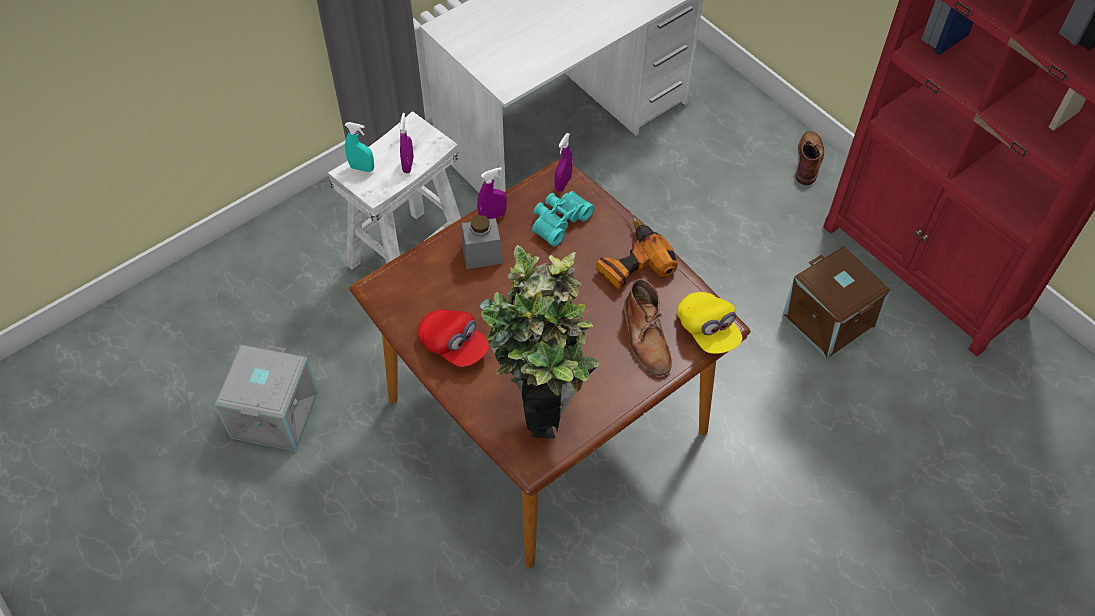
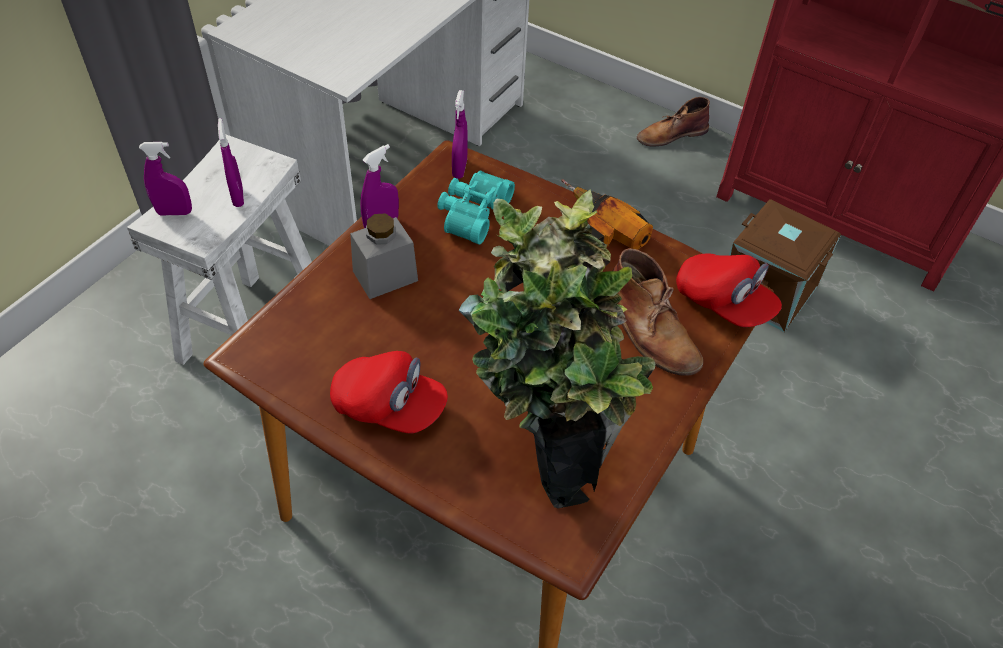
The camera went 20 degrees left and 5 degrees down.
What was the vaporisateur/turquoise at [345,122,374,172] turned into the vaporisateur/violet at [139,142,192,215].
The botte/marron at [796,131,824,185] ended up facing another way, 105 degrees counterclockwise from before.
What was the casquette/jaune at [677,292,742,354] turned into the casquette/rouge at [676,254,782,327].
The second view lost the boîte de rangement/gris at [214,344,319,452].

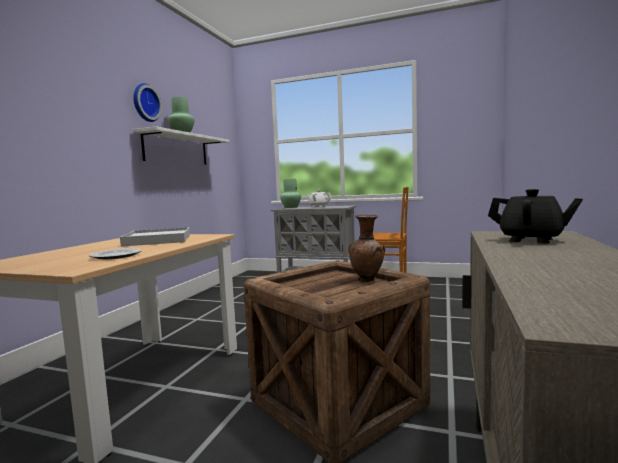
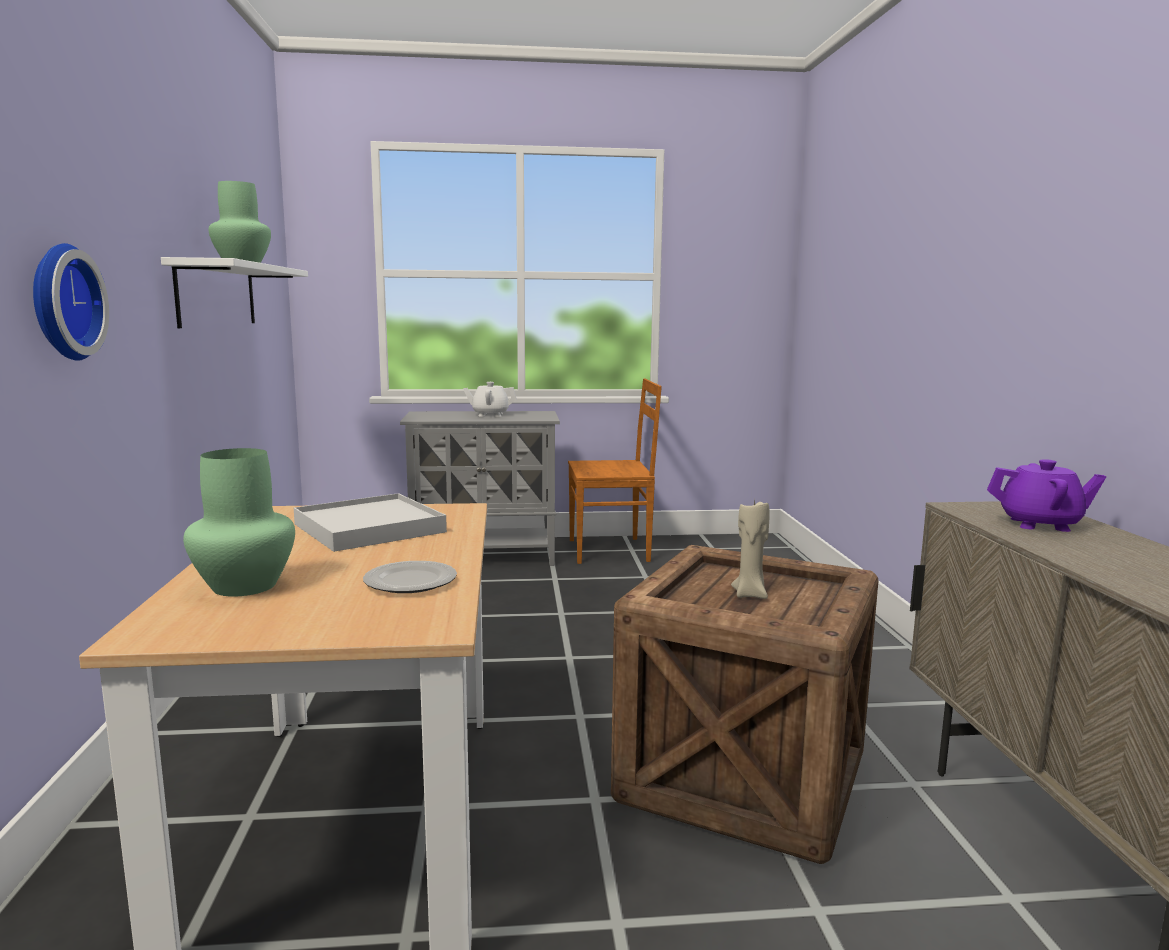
The camera went 25 degrees left and 5 degrees up.
The horloge murale ended up elsewhere, having gone from [133,83,162,122] to [33,243,109,361].
The vase/vert ended up elsewhere, having gone from [280,179,301,208] to [183,448,295,597].
What was the théière/noir at [488,189,583,244] turned into the théière/violet at [987,459,1106,532].
The second view lost the vase/marron at [348,214,385,282].
The second view gained the bougie/beige at [731,500,770,599].

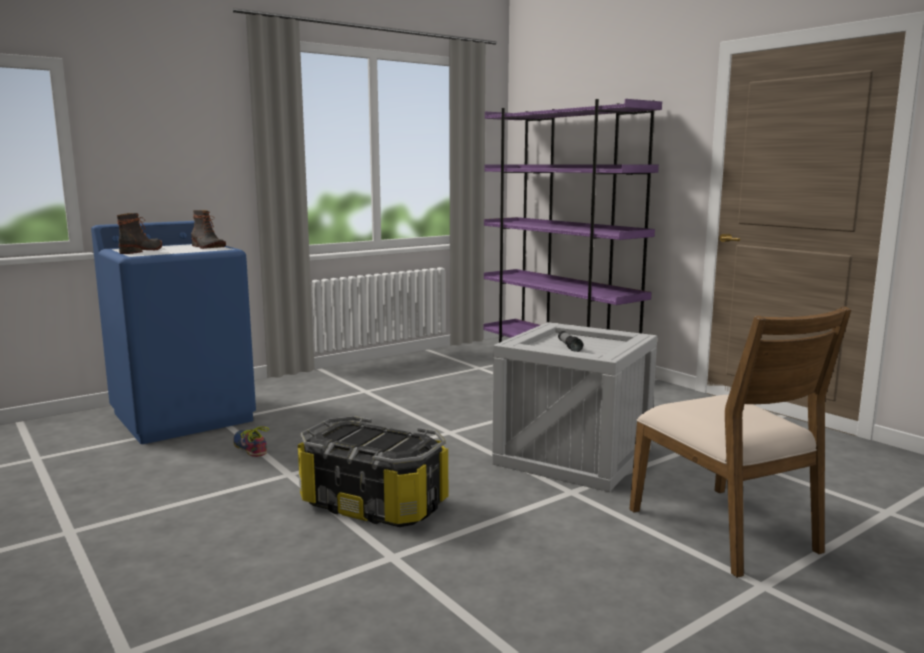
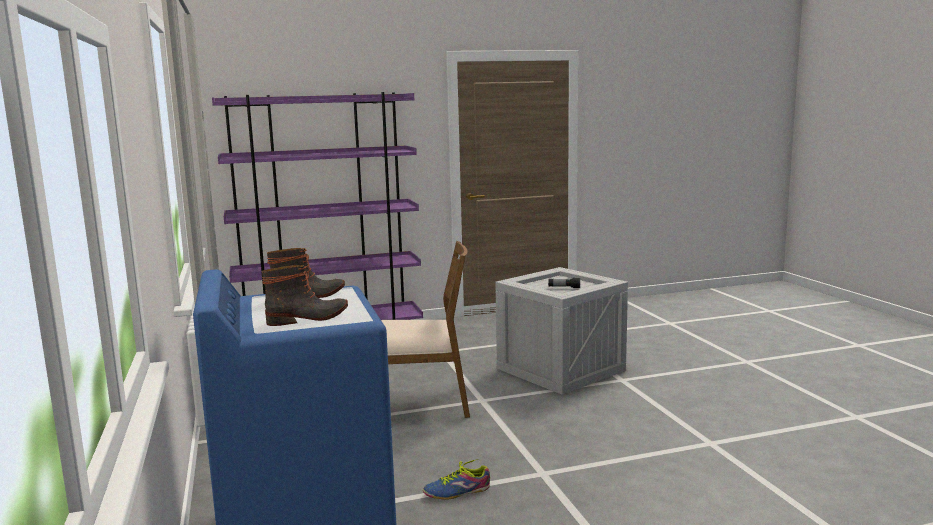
The camera went 70 degrees left and 0 degrees up.
The botte at [117,213,162,254] ended up facing another way, 120 degrees clockwise from before.
The chaise/marron ended up elsewhere, having gone from [629,306,851,578] to [381,241,470,418].
The second view lost the boîte de rangement at [298,416,448,527].

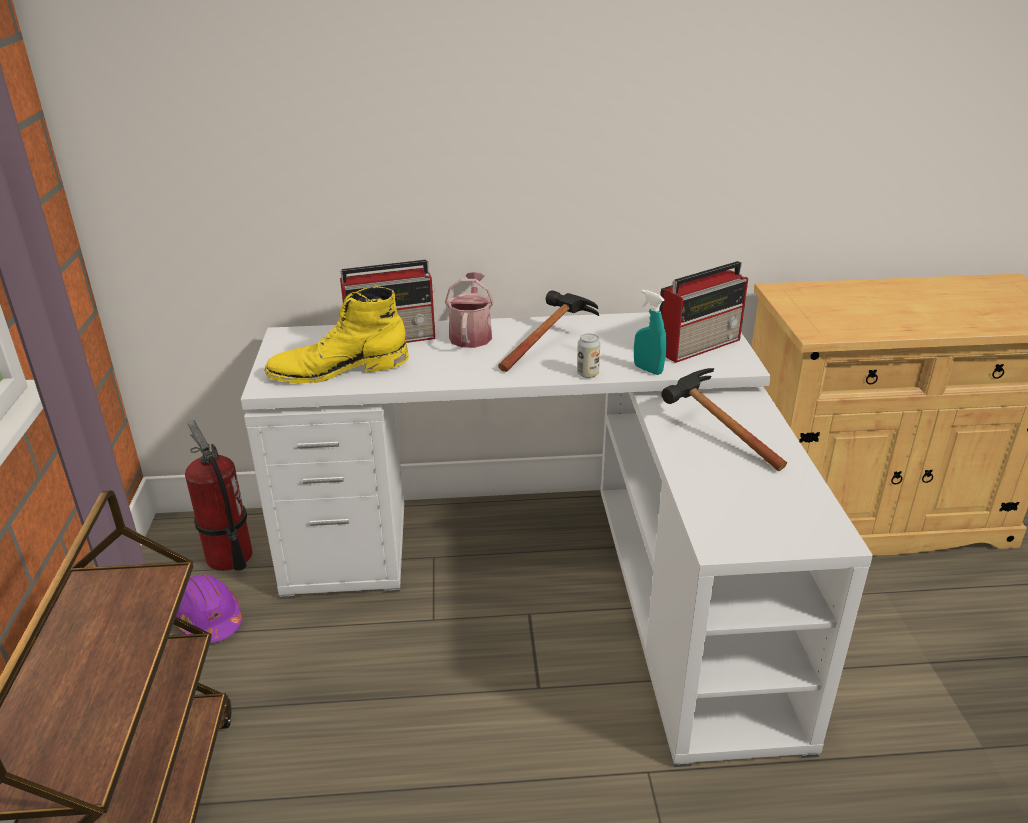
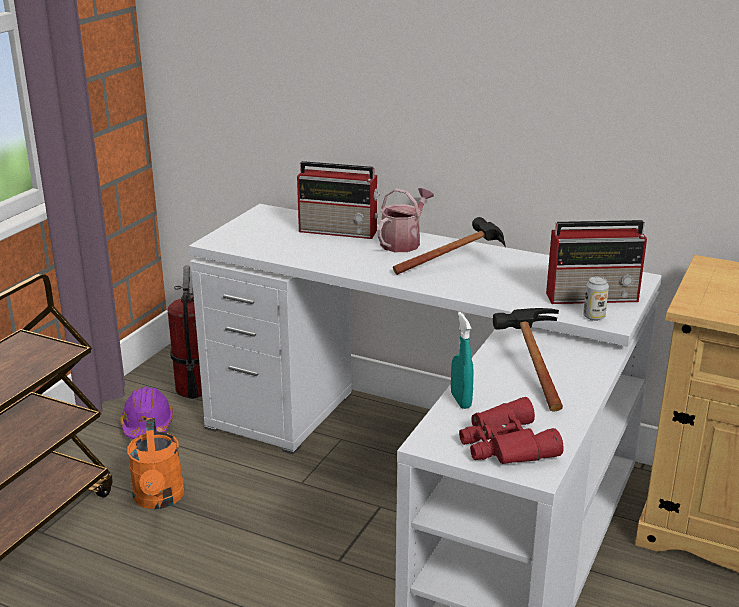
The camera went 30 degrees right and 5 degrees down.
The second view lost the botte/jaune at [265,286,409,384].
The vaporisateur/turquoise ended up elsewhere, having gone from [634,290,667,375] to [451,312,474,409].
The boîte métallique ended up elsewhere, having gone from [577,333,600,378] to [583,277,609,321].
The second view gained the jumelles/rouge at [459,397,564,464].
The second view gained the arrosoir/orange at [127,418,185,509].

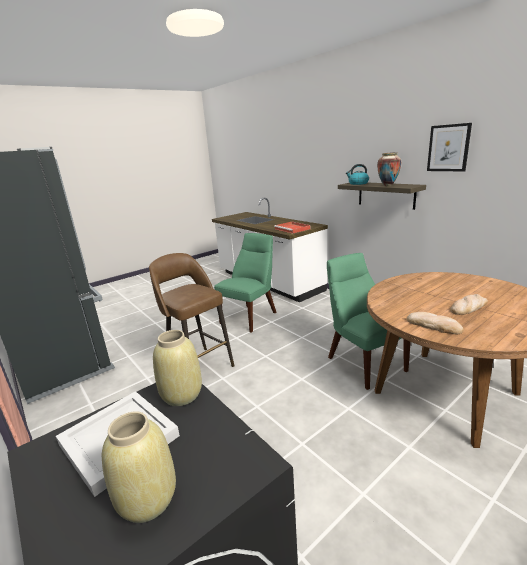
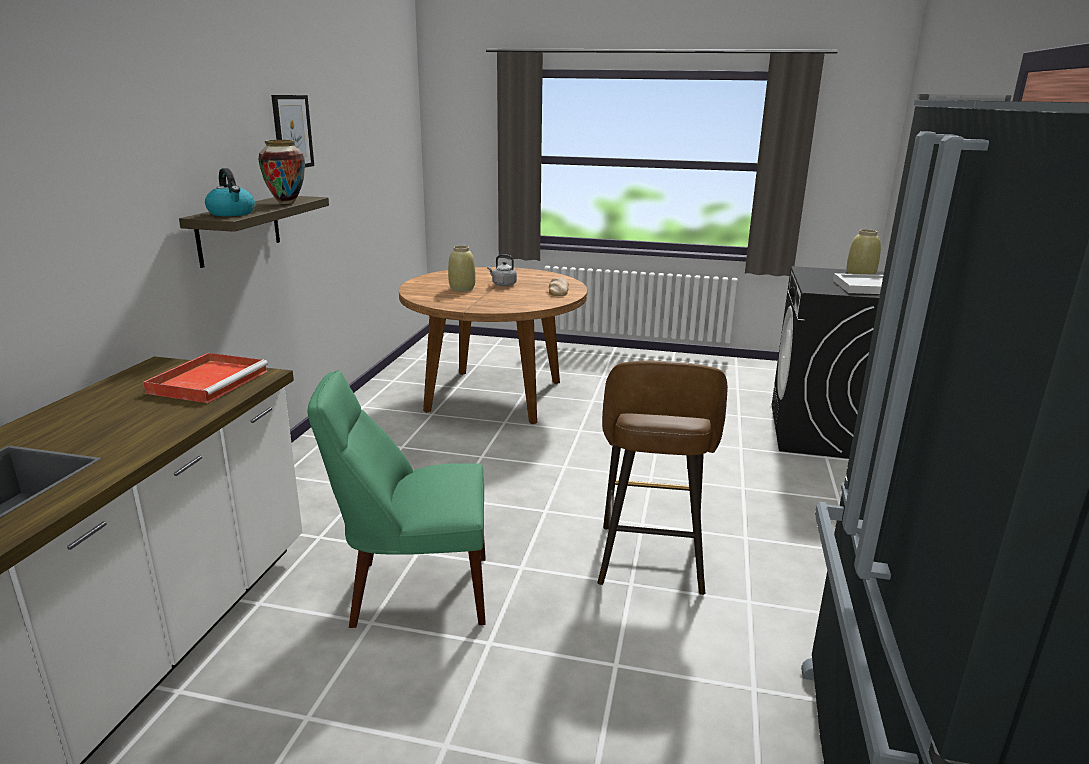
The camera went 130 degrees left and 0 degrees up.
The second view lost the chaise/vert at [327,253,411,390].
Where the pain stood at [450,294,488,315], the bouilloire/gris came to stand at [487,254,517,286].
The vase/beige ended up elsewhere, having gone from [153,330,202,406] to [448,246,476,291].

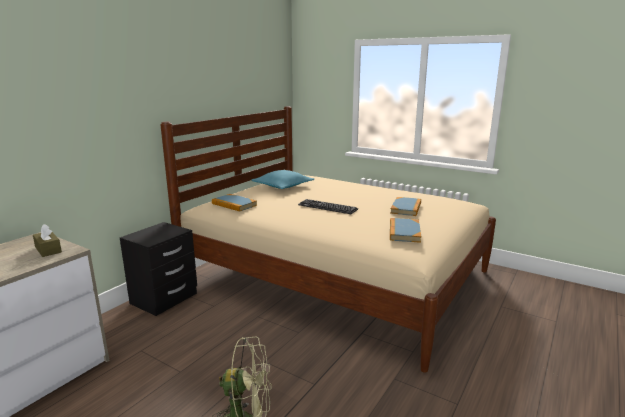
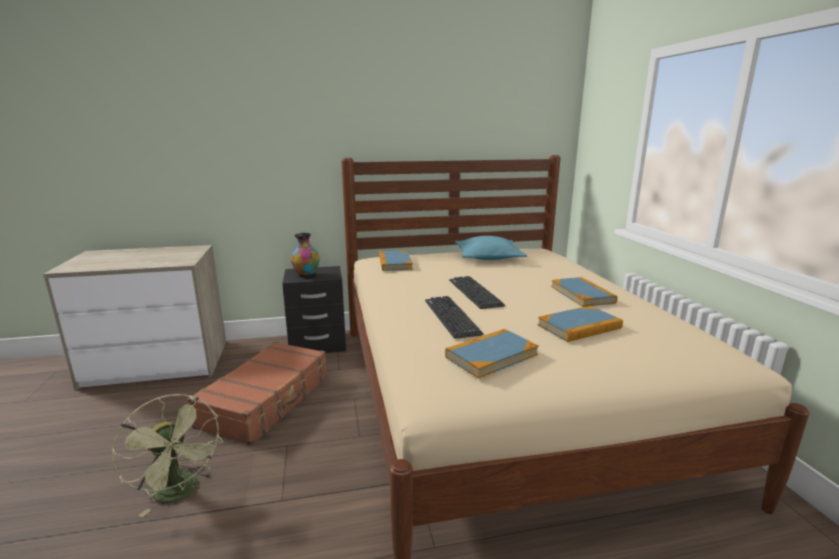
The camera went 45 degrees right and 0 degrees up.
The second view lost the boîte à mouchoirs/marron at [33,224,62,257].
The second view gained the vase at [291,233,320,277].
The second view gained the livre at [551,277,617,307].
The second view gained the clavier at [425,296,483,339].
The second view gained the valise/marron at [187,342,327,445].

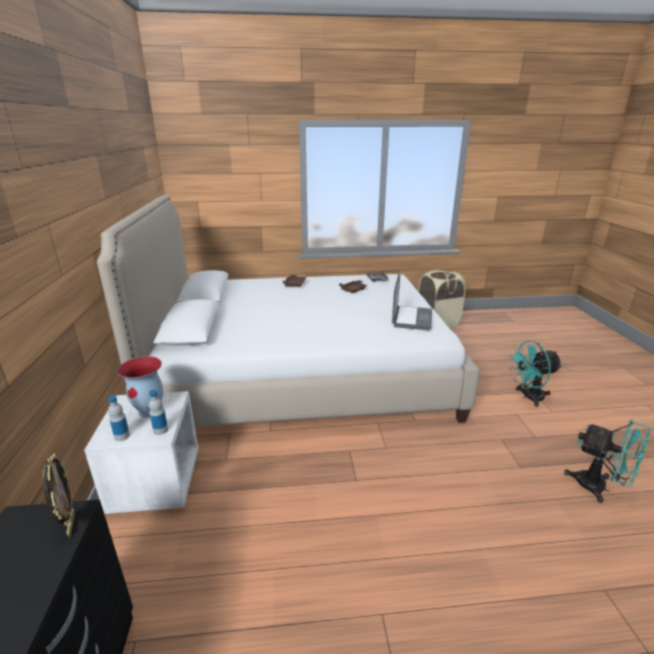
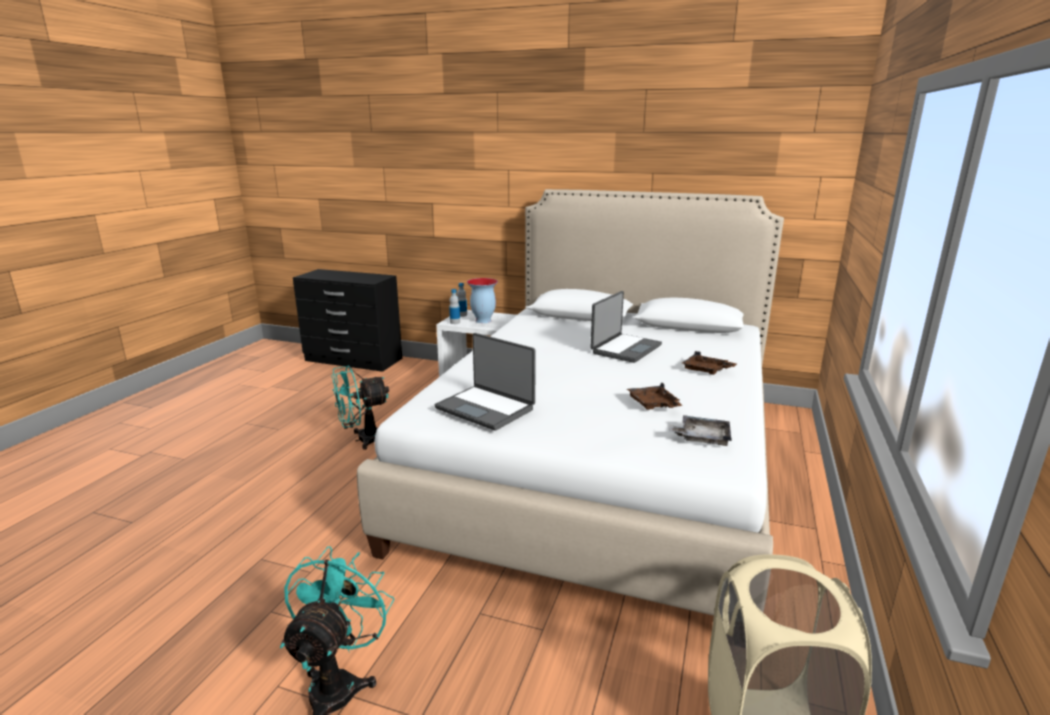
The camera went 115 degrees right and 5 degrees down.
The ventilateur/turquoise ended up elsewhere, having gone from [564,419,651,503] to [332,365,389,450].
The second view lost the cadre photo at [42,454,75,537].
The second view gained the ordinateur portable at [591,291,662,363].

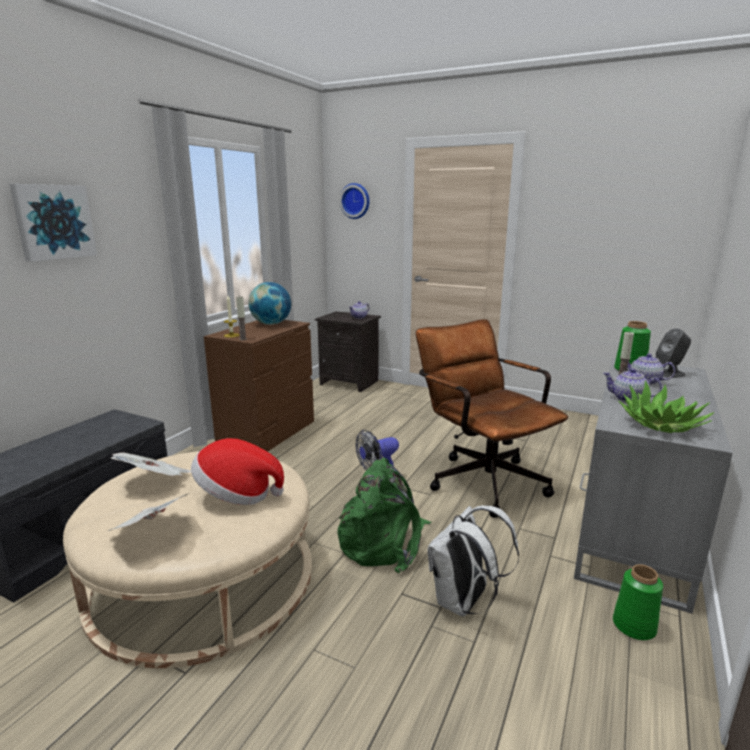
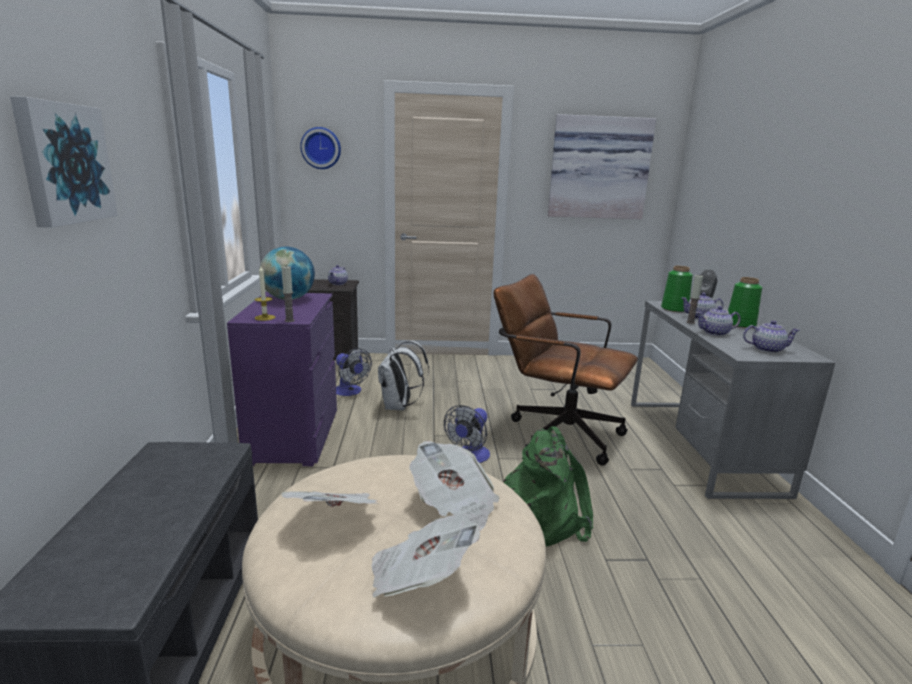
The camera went 30 degrees left and 0 degrees up.
What was the commode/marron at [204,320,314,452] turned into the commode/violet at [227,292,337,466].
Where the plante en pot stood at [618,380,714,433], the théière came to stand at [743,320,800,353].
Where the chapeau stood at [191,438,284,505], the journal came to stand at [409,441,500,531].
The sac à dos/blanc ended up elsewhere, having gone from [428,506,519,616] to [378,340,429,411].
The vase/vert ended up elsewhere, having gone from [613,564,663,640] to [728,277,762,328].
The second view gained the tableau at [548,114,656,219].
The second view gained the ventilateur at [336,348,372,396].

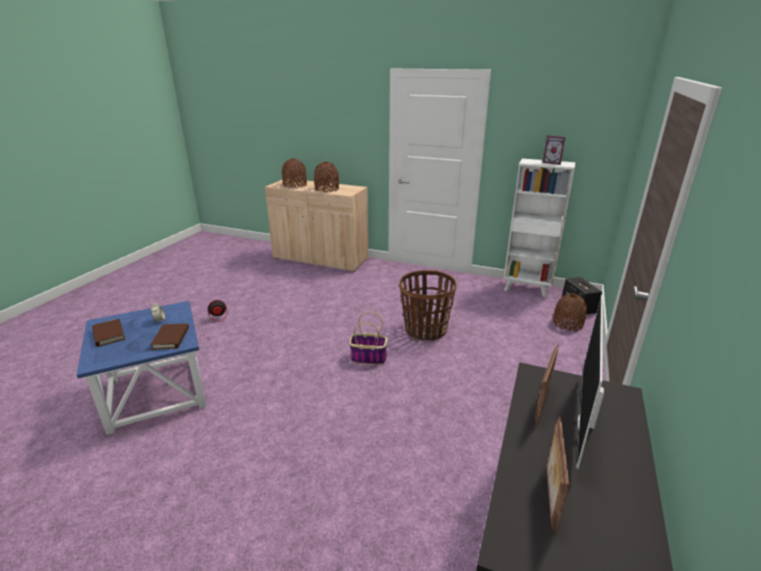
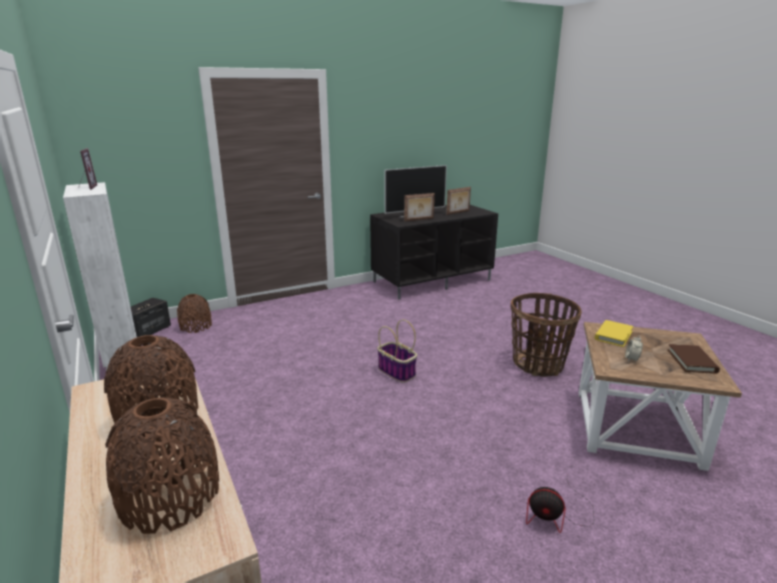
The camera went 140 degrees left and 5 degrees down.
The panier ended up elsewhere, having gone from [399,270,457,341] to [510,293,582,377].
What was the table d'appoint/bleu at [77,301,207,435] turned into the table d'appoint/marron at [579,322,742,471].
What was the livre/marron at [150,323,189,350] turned into the livre/jaune at [594,320,633,347].

